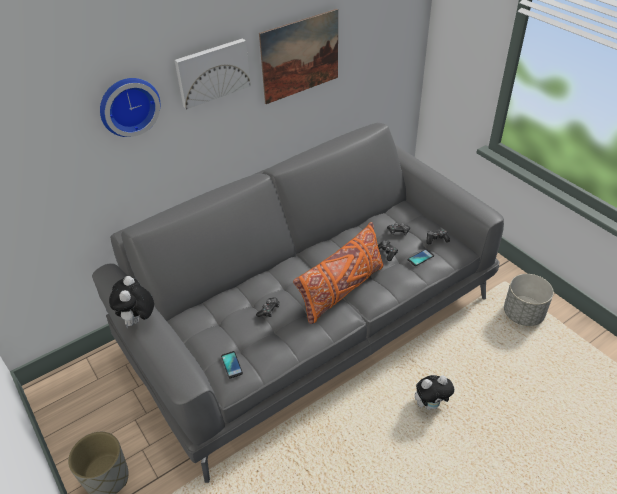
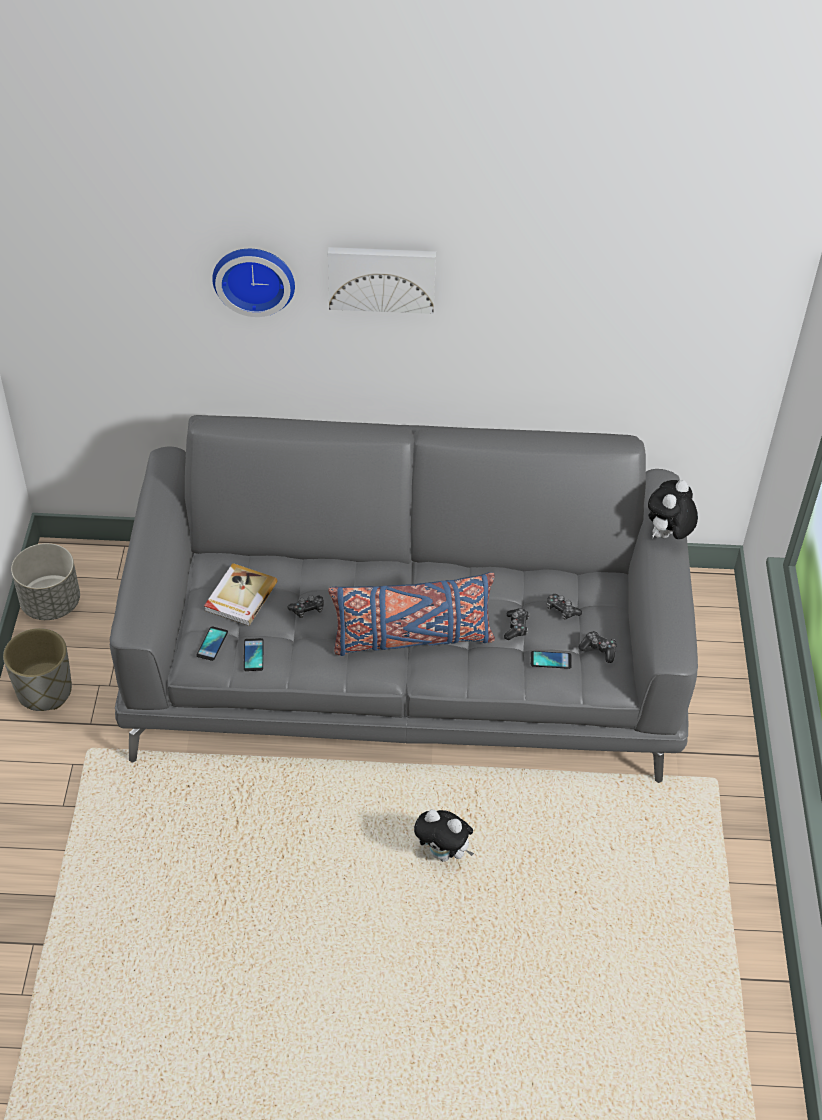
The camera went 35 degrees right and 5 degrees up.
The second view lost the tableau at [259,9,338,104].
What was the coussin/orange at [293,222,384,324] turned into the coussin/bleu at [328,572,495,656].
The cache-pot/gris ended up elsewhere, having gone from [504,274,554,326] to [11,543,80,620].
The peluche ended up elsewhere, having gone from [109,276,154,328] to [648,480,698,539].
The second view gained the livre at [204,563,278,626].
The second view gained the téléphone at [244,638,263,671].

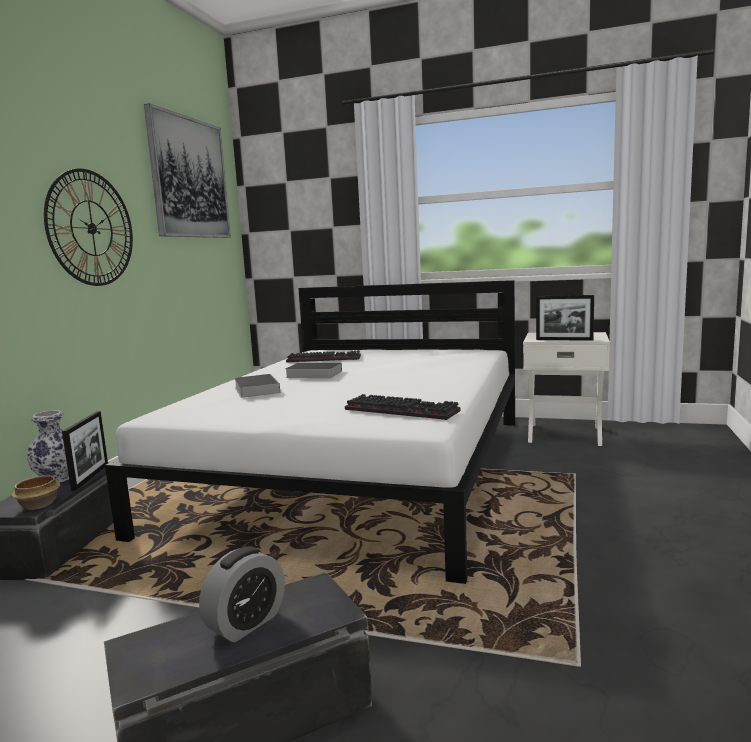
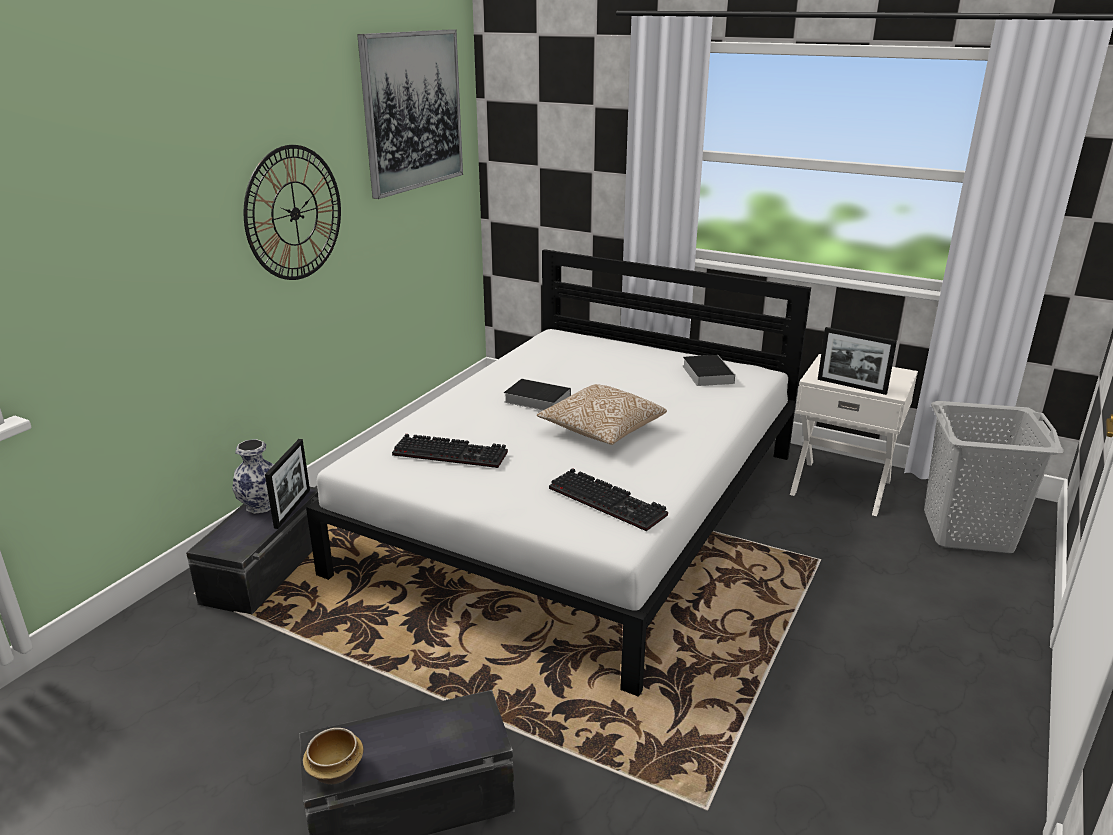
The camera went 10 degrees right and 15 degrees up.
The clavier ended up elsewhere, having gone from [286,350,361,363] to [392,434,508,468].
The livre ended up elsewhere, having gone from [234,374,280,398] to [683,355,735,386].
The bol ended up elsewhere, having gone from [12,475,60,510] to [303,728,364,784].
The second view lost the réveil at [199,546,285,642].
The second view gained the coussin at [537,384,667,445].
The second view gained the panier à linge/gris at [924,401,1064,553].

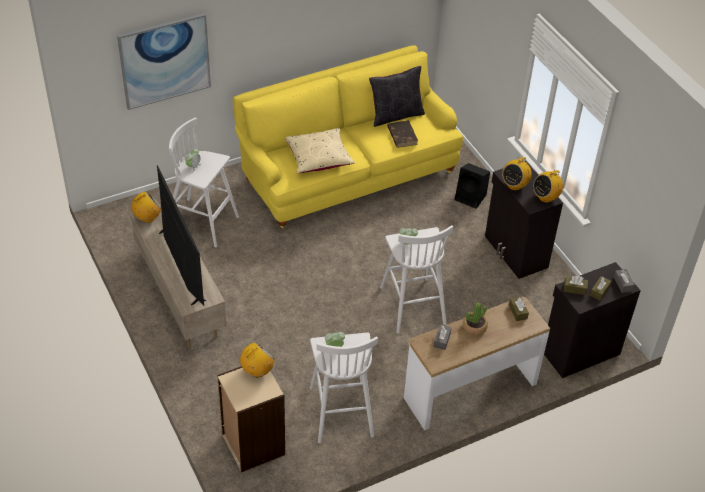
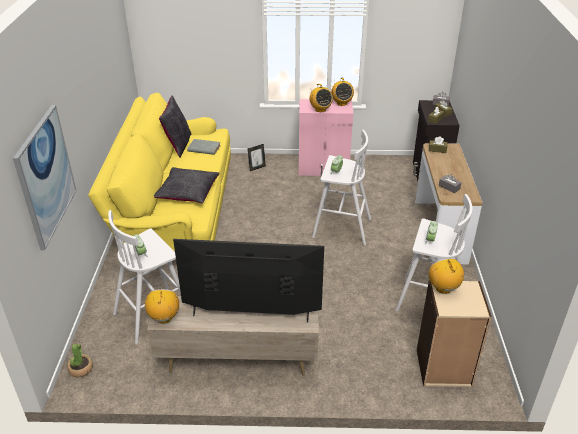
The camera went 60 degrees left and 10 degrees down.
What was the livre/marron at [387,120,418,148] turned into the livre/gris at [187,139,220,155].
What was the coussin/beige at [285,128,355,173] turned into the coussin/noir at [154,167,219,203].
What was the meuble de rangement/noir at [485,161,563,279] turned into the meuble de rangement/rose at [299,99,353,176].
Where the enceinte/noir stood at [455,163,490,209], the cadre photo came to stand at [248,144,266,171].
The plante en pot ended up elsewhere, having gone from [463,303,488,335] to [67,344,93,377].

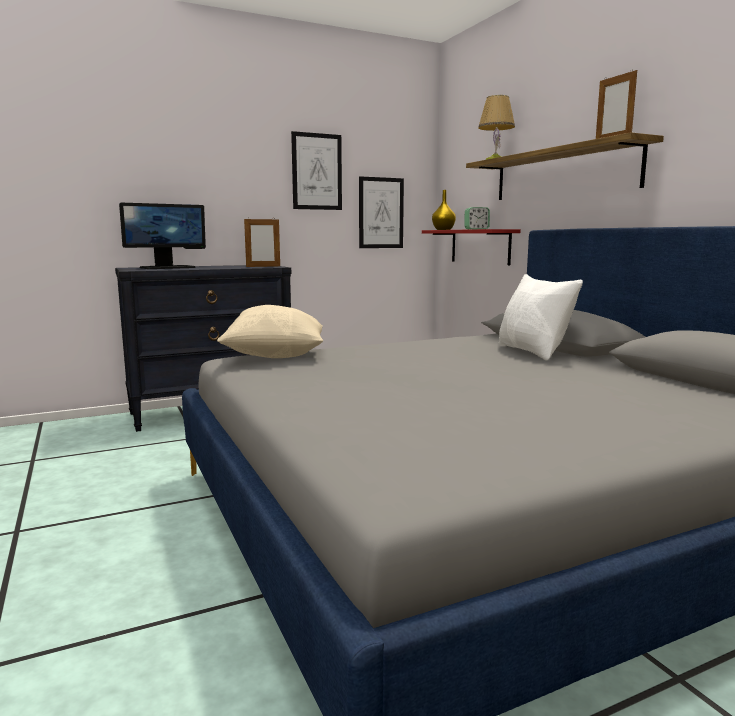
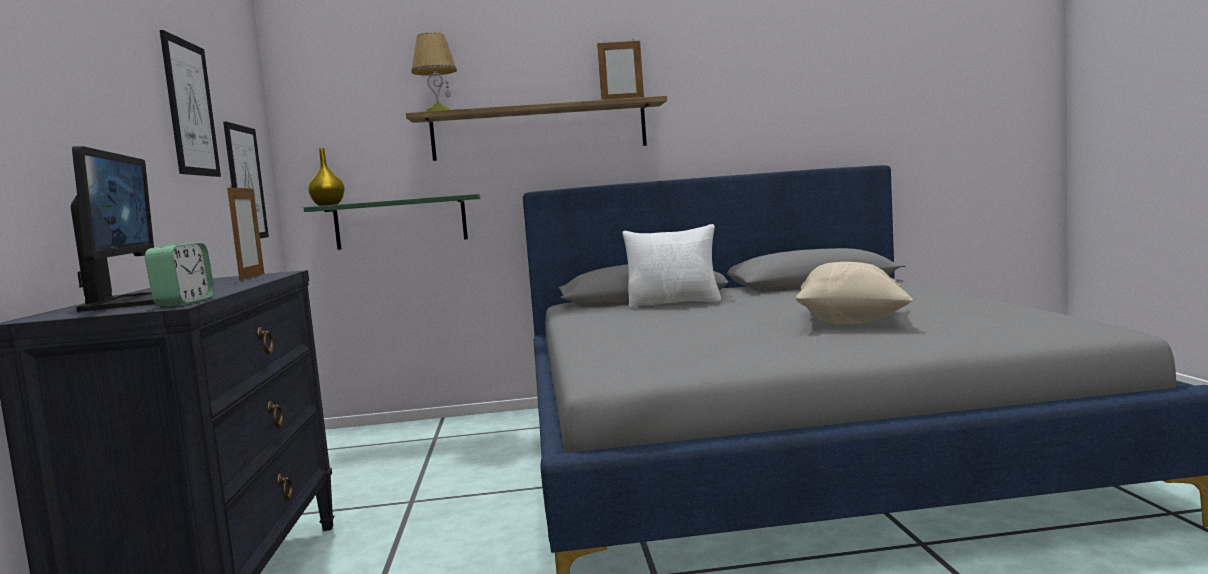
The camera went 70 degrees left and 5 degrees down.
The réveil ended up elsewhere, having gone from [464,207,490,229] to [145,242,214,306].
What was the étagère/rouge at [422,229,521,265] turned into the étagère/vert at [304,194,481,250].
The coussin/beige ended up elsewhere, having gone from [217,305,323,358] to [795,262,913,325].

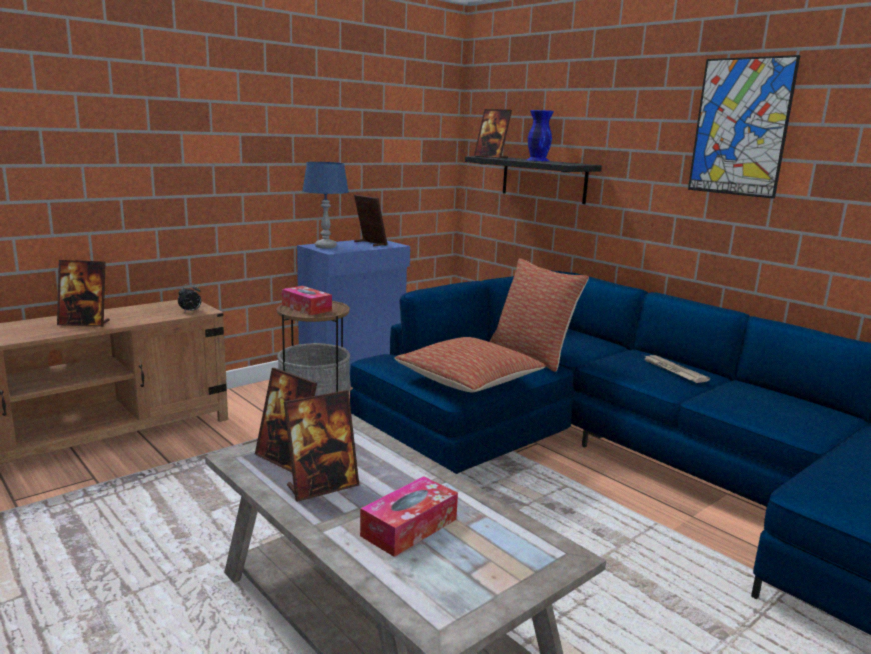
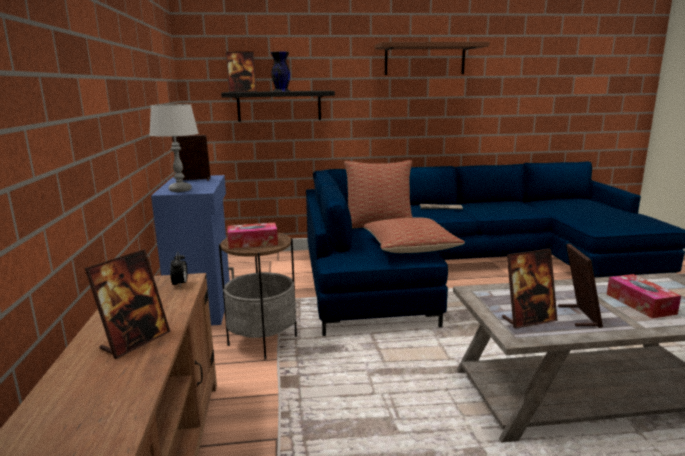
The camera went 55 degrees left and 0 degrees up.
Where the tableau hung at [688,55,801,199], the étagère/marron came to hang at [374,42,490,75].
What was the vase/bleu at [527,110,554,161] turned into the vase/noir at [271,51,290,91].
What was the lampe de table/bleu at [302,162,349,249] turned into the lampe de table/gris at [149,104,199,192].

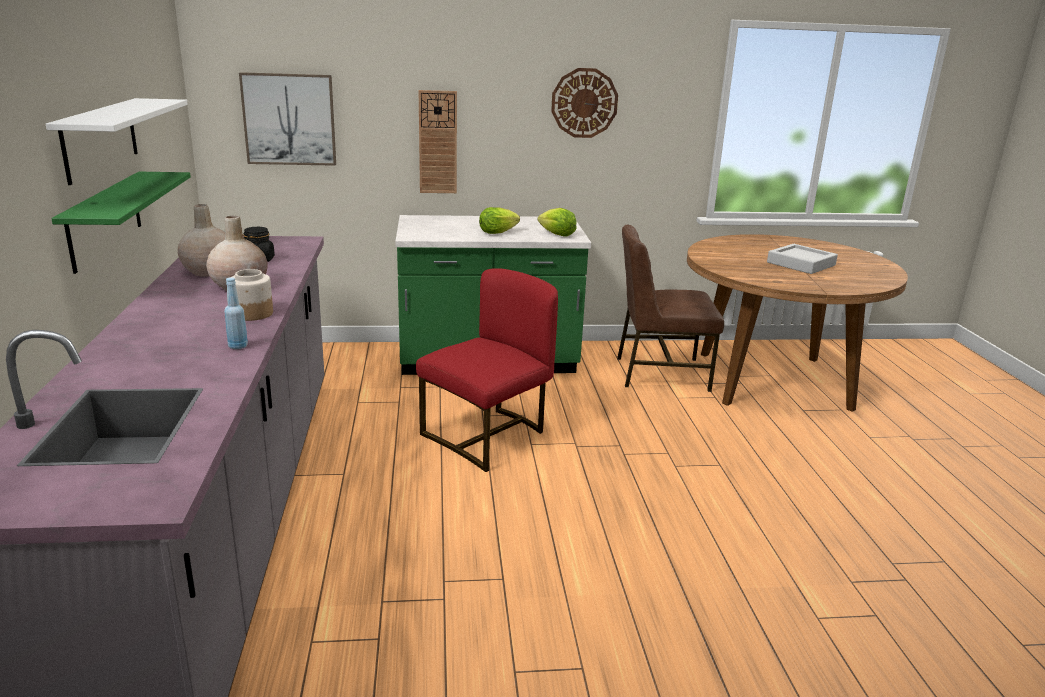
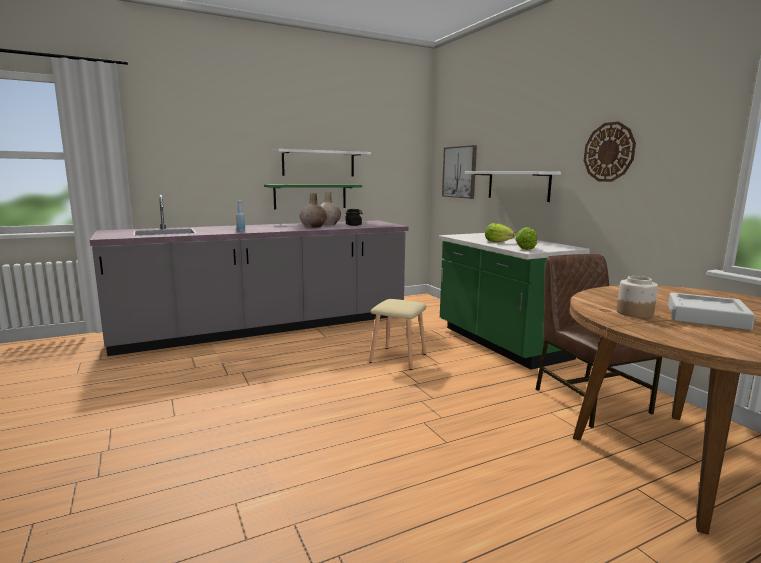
The camera went 70 degrees right and 10 degrees down.
Where the horloge murale hung at [419,90,457,193], the étagère/blanc came to hang at [465,171,561,202].
Where the chaise/rouge stood at [416,268,558,472], the tabouret/beige came to stand at [369,299,427,370].
The bocal ended up elsewhere, having gone from [232,269,273,321] to [617,276,658,318].

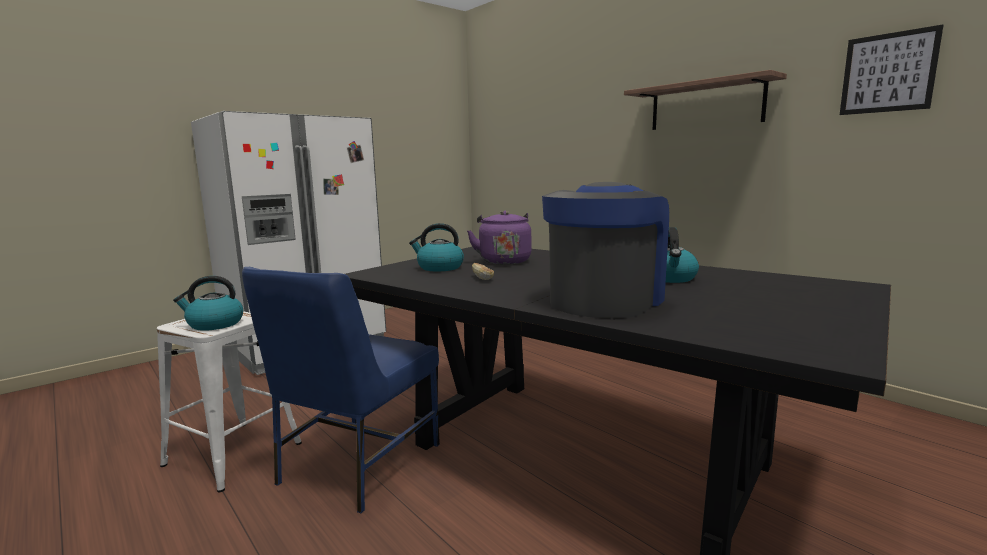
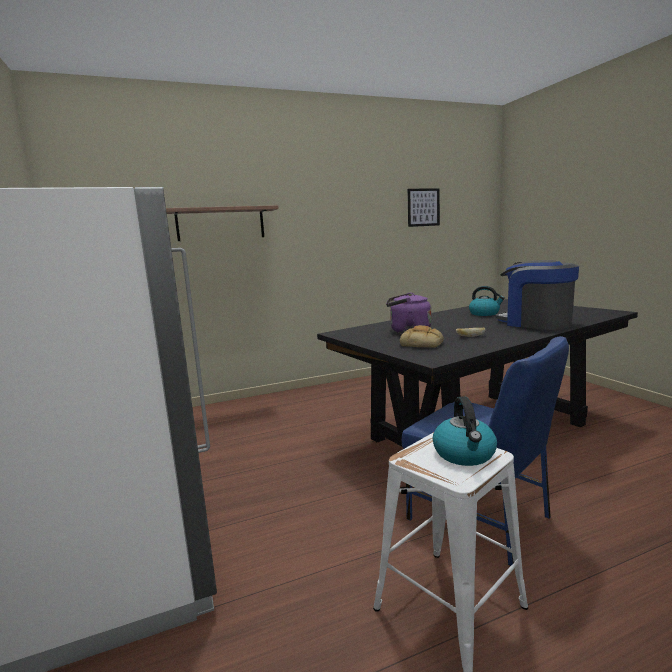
The camera went 70 degrees left and 0 degrees up.
The étagère ended up elsewhere, having gone from [624,70,787,130] to [166,205,279,241].
Where the bouilloire stood at [409,223,464,271], the pain came to stand at [400,325,444,348].

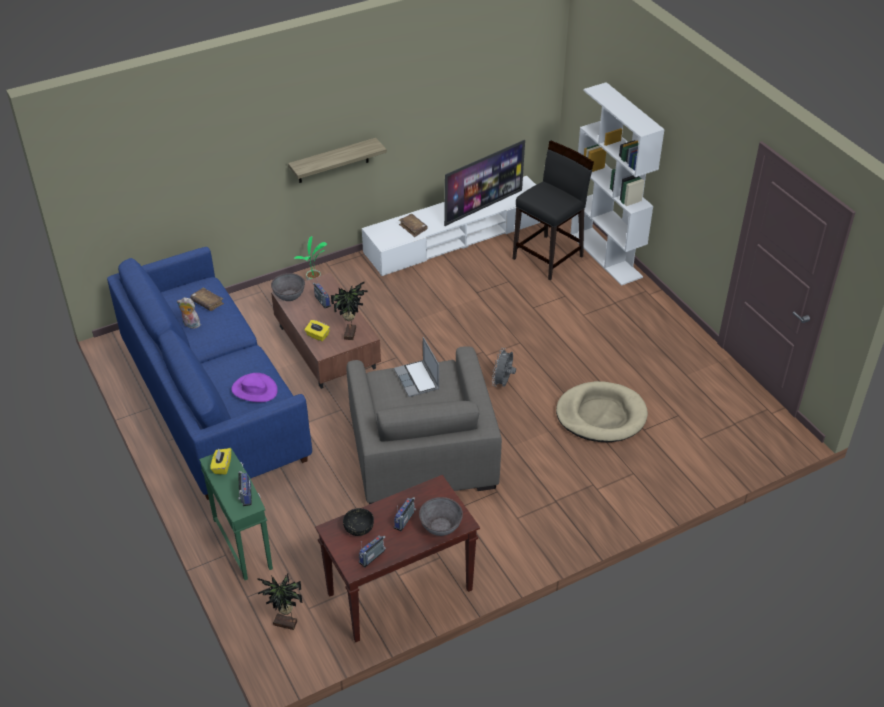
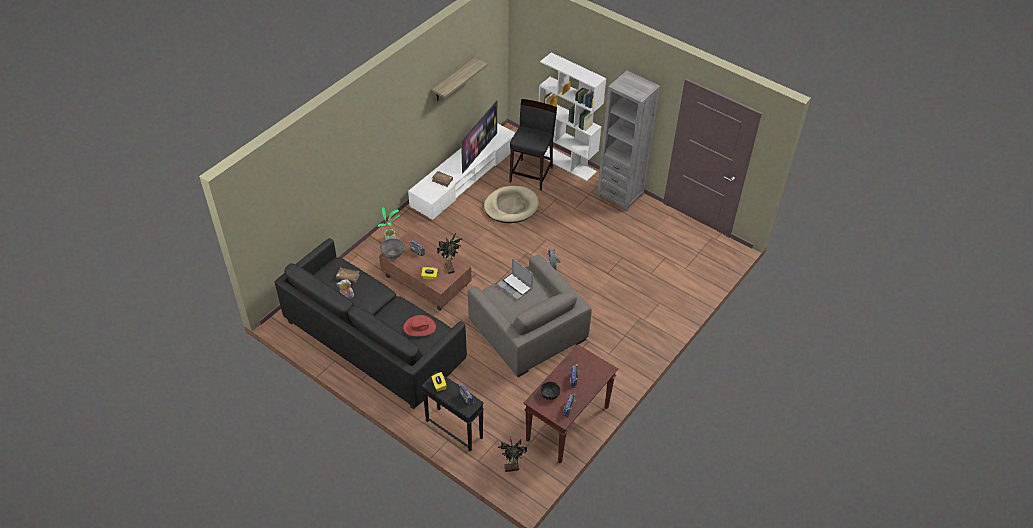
The camera went 25 degrees left and 5 degrees up.
The étagère ended up elsewhere, having gone from [288,138,387,183] to [432,58,488,101].
What was the canapé/bleu at [107,247,312,500] turned into the canapé/noir at [275,238,467,409].
What was the chapeau/violet at [231,373,278,402] turned into the chapeau/rouge at [403,315,436,337].
The panier pour chien/beige ended up elsewhere, having gone from [556,381,648,442] to [484,186,539,223].
What was the table d'appoint/vert at [199,448,273,580] turned into the table d'appoint/noir at [421,371,484,451].
The second view lost the bol/gris at [419,497,463,536].
The second view gained the bibliothèque/gris at [597,71,660,212].

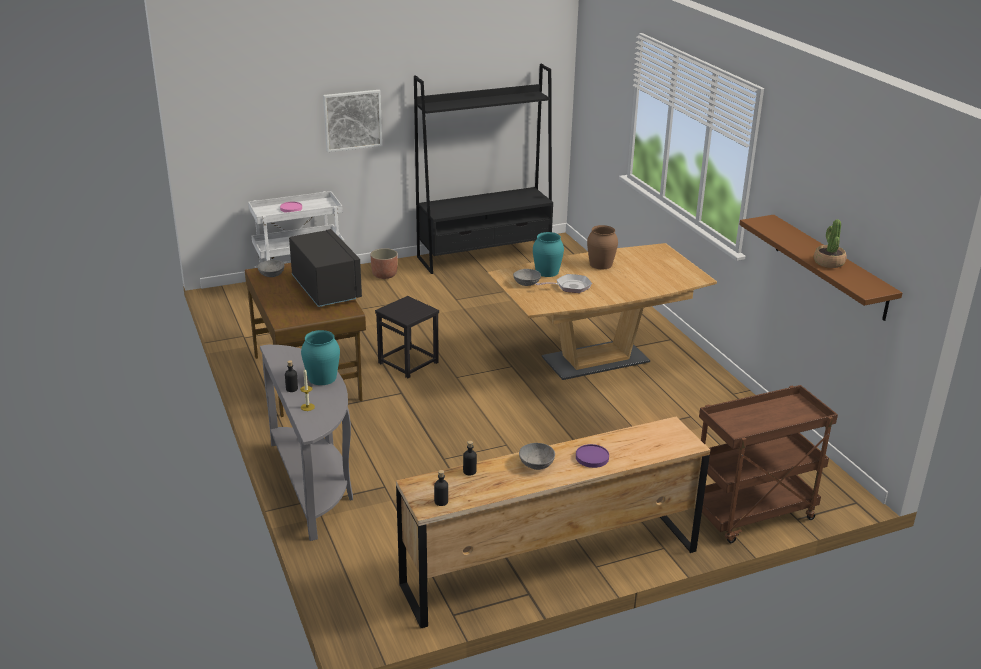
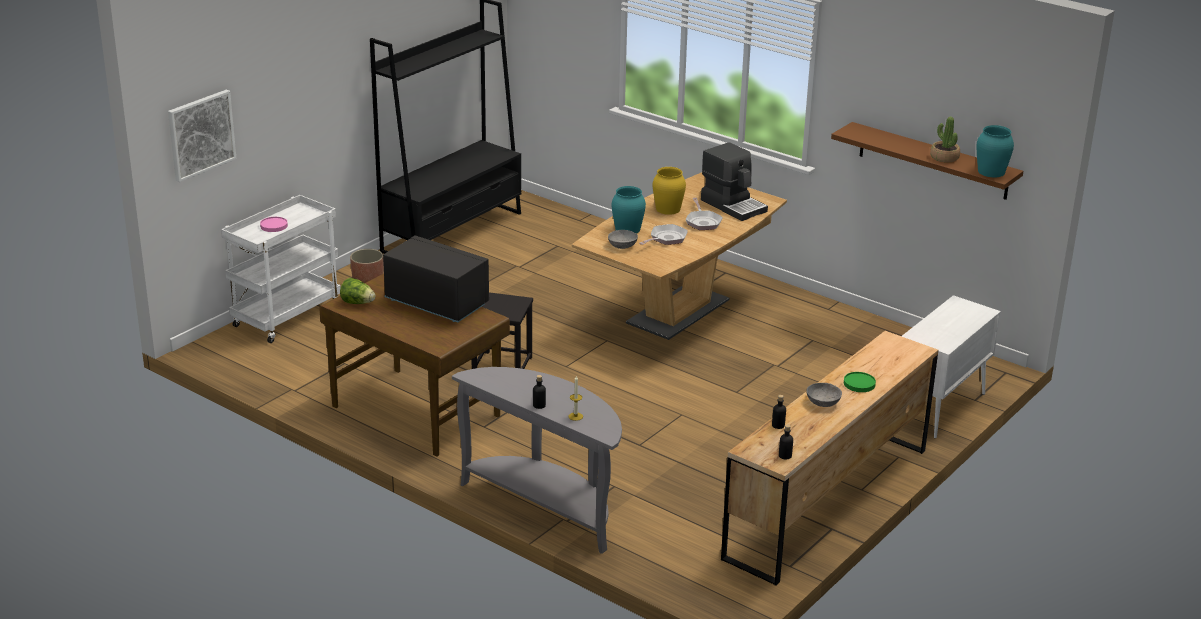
The camera went 30 degrees left and 0 degrees up.
The tableau ended up elsewhere, having gone from [323,90,382,152] to [168,90,236,182].
What was the vase/marron at [587,225,618,269] turned into the vase/jaune at [653,167,686,215].
Where the bol/gris stood at [257,260,285,277], the laitue came to stand at [340,278,375,304].
The vase/turquoise ended up elsewhere, having gone from [301,330,340,385] to [977,125,1014,177].
Where the chariot/marron stood at [699,385,838,543], the meuble de rangement/blanc came to stand at [901,295,1001,439].
What was the assiette/violet at [576,444,609,468] turned into the assiette/vert at [844,372,876,392].
The second view gained the machine à café at [701,142,768,221].
The second view gained the poêle at [686,198,723,230].

